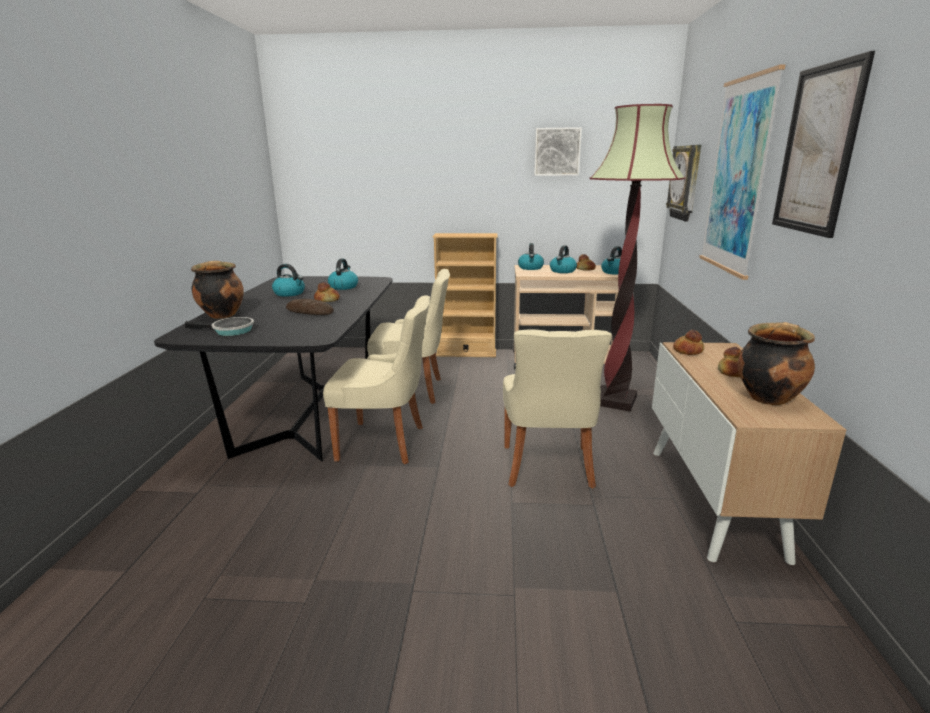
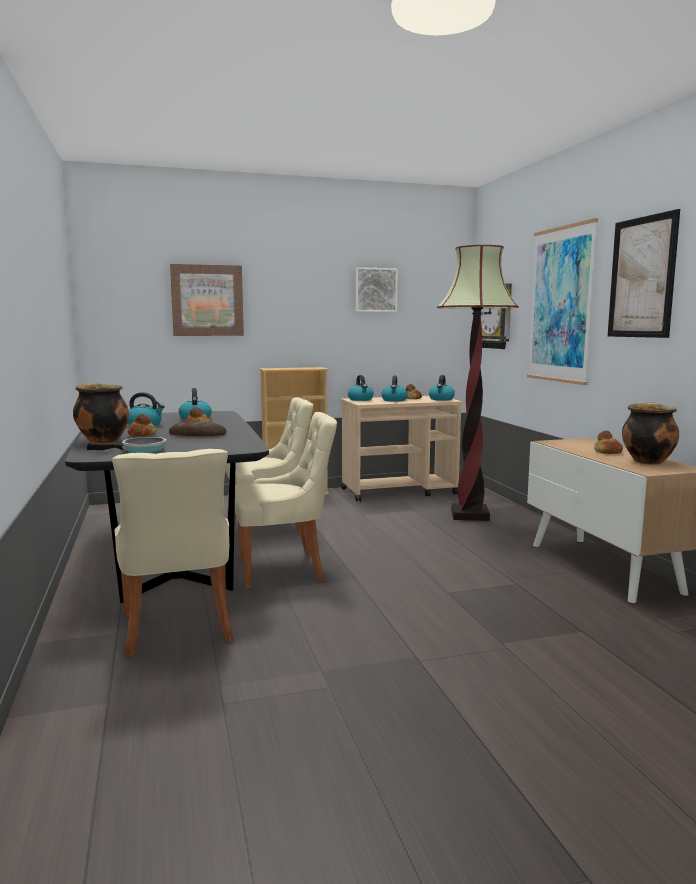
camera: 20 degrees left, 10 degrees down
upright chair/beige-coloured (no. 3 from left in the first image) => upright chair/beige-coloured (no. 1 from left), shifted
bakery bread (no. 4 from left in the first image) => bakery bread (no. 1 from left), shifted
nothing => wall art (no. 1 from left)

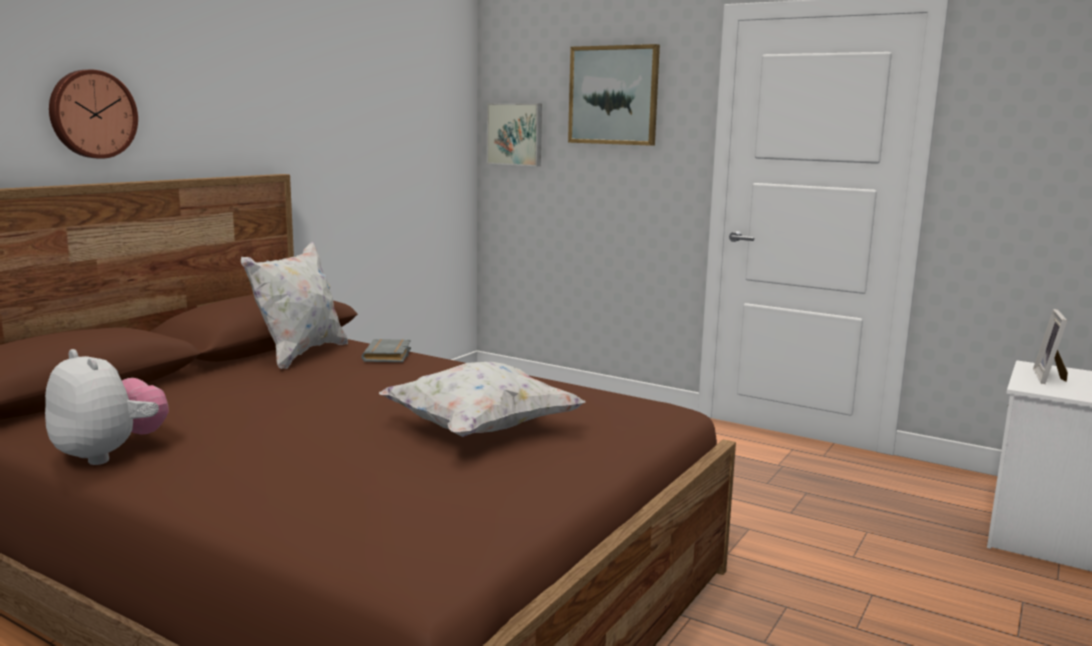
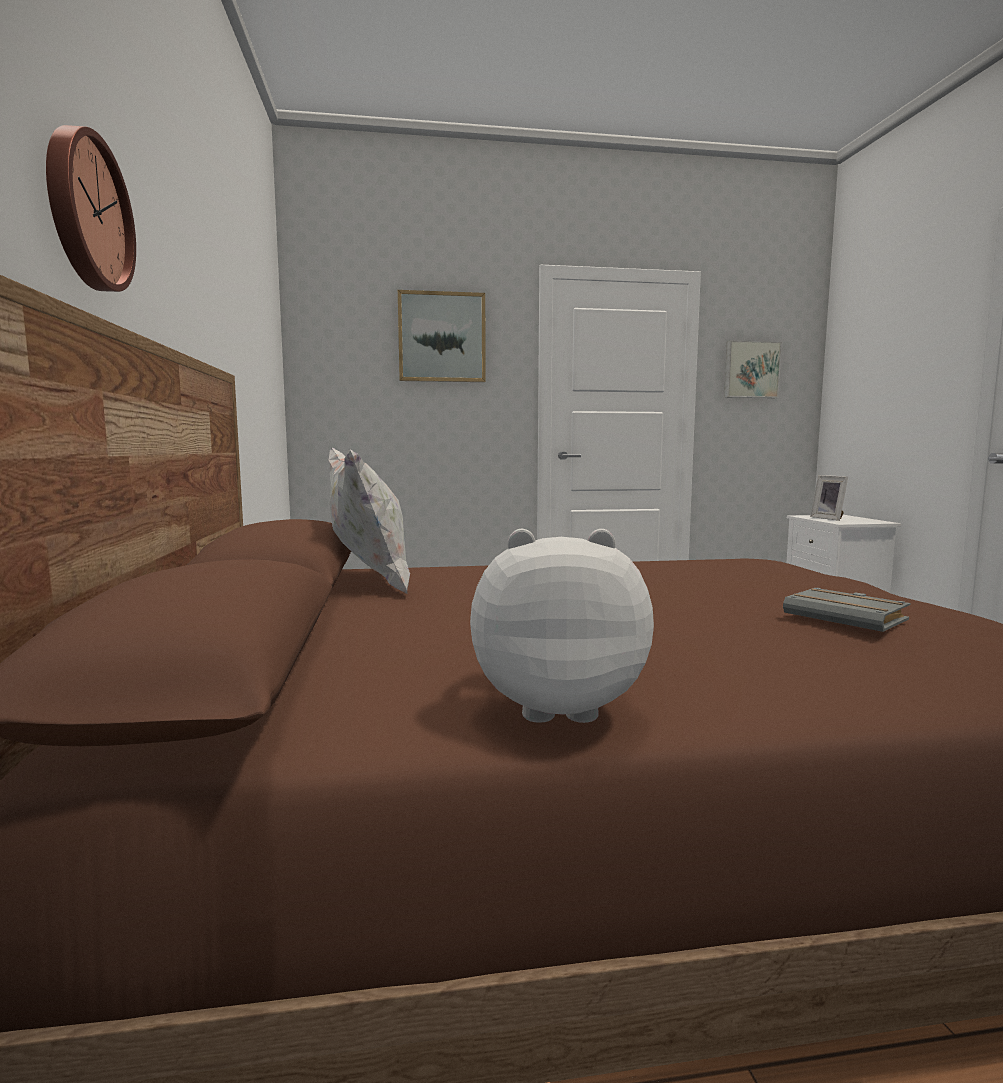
camera: 40 degrees left, 5 degrees down
wall art (no. 1 from left in the first image) => wall art (no. 2 from left), shifted
book/greyish, shifted
pillow/white (no. 2 from left) => nothing

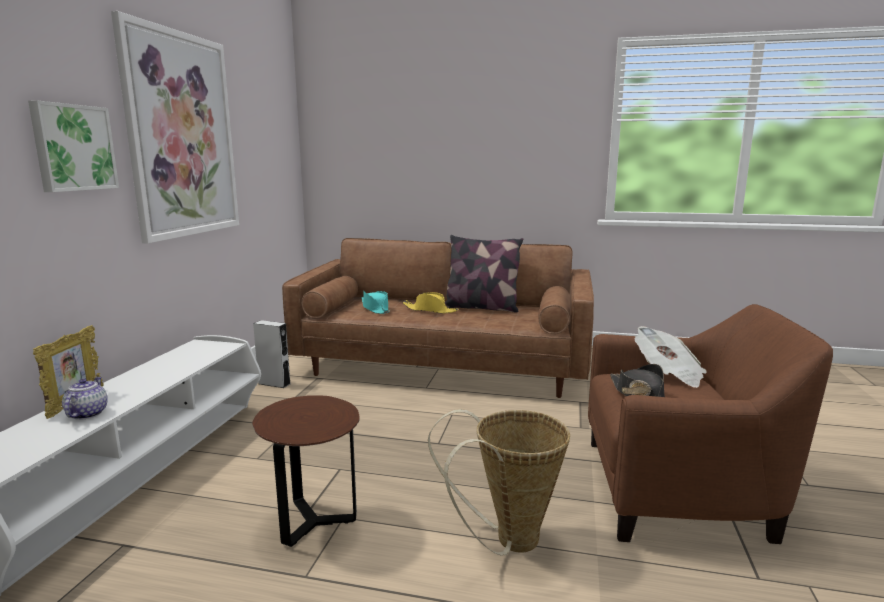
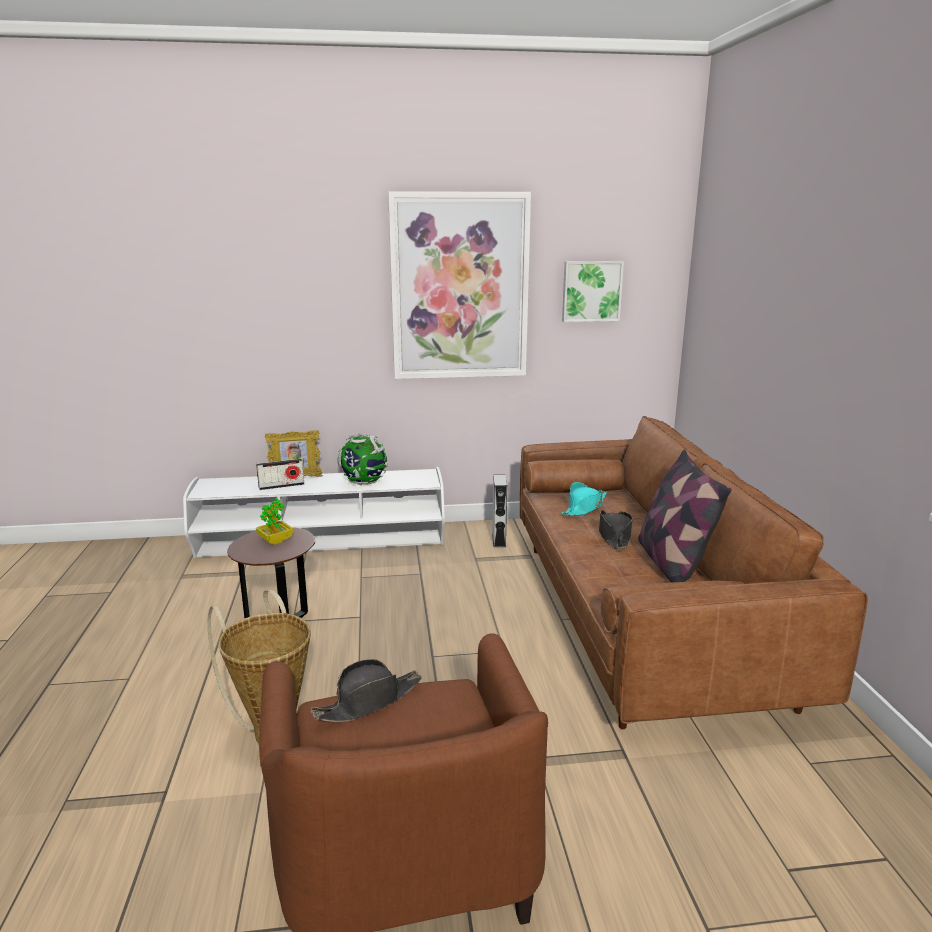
camera: 70 degrees right, 5 degrees up
pot for tea => radio
nothing => potted plant
nothing => world globe
wall art (no. 1 from left in the first image) => wall art (no. 2 from left), shifted
clothing hat/yellowish => clothing hat/black (no. 2 from left)
printed paper => nothing

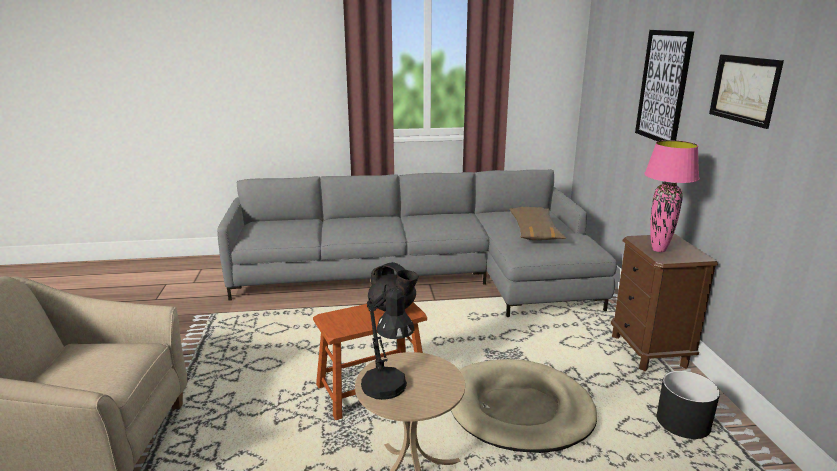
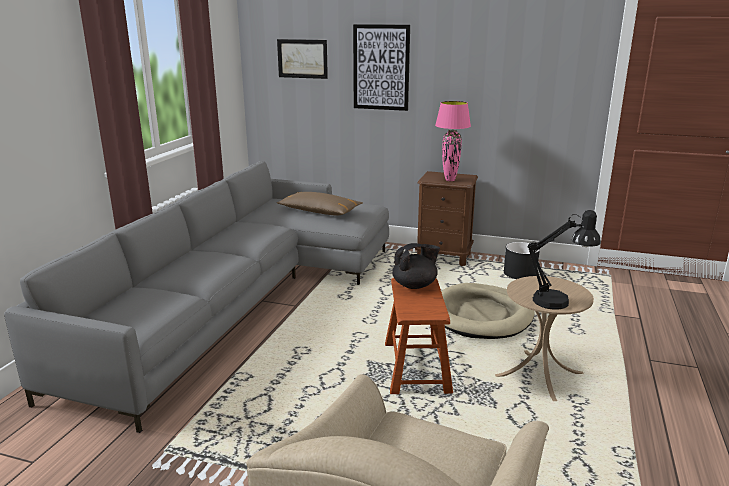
camera: 65 degrees left, 0 degrees up
wall art (no. 2 from left in the first image) => wall art (no. 1 from left), shifted

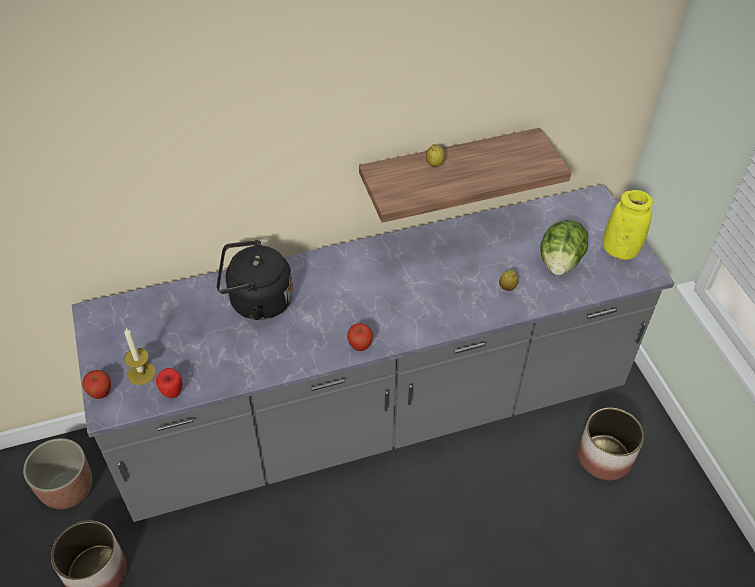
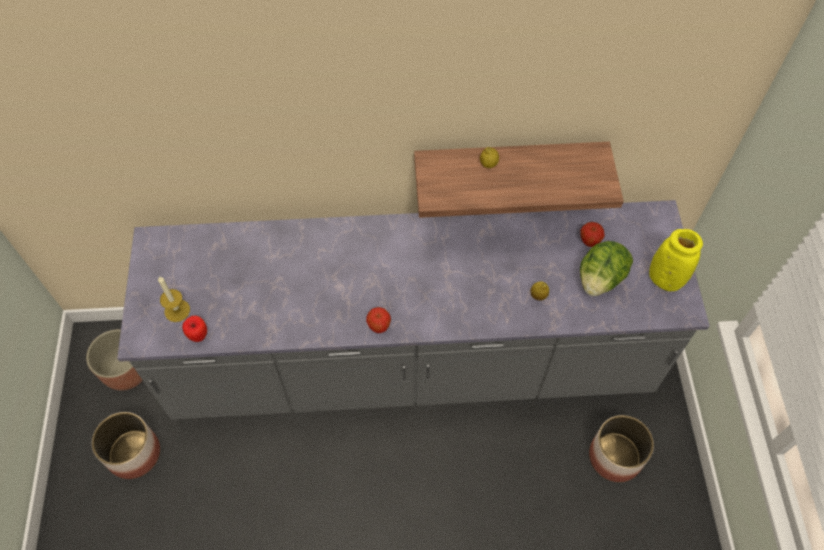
camera: 15 degrees right, 10 degrees up
whole apple (no. 1 from left in the first image) => whole apple (no. 3 from left), shifted
tea kettle/black => nothing

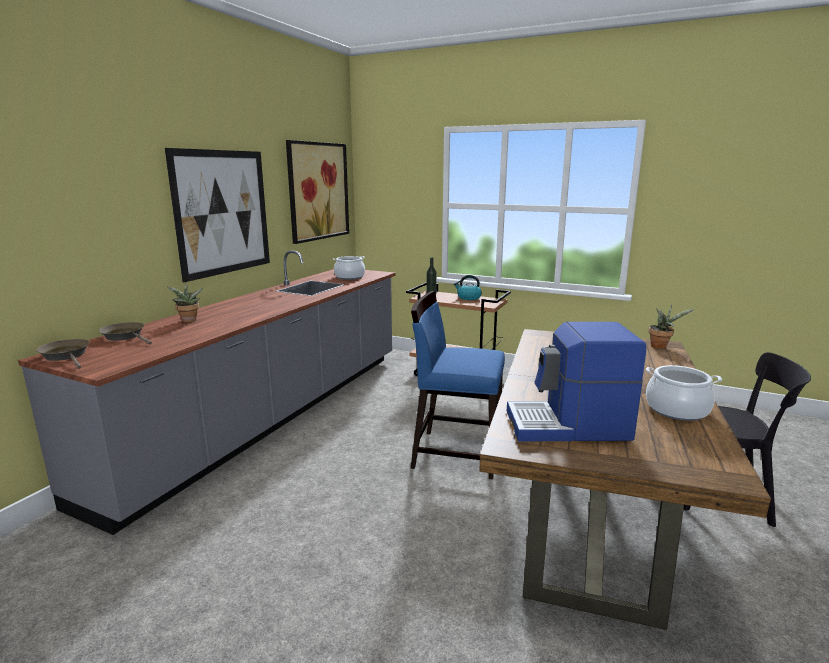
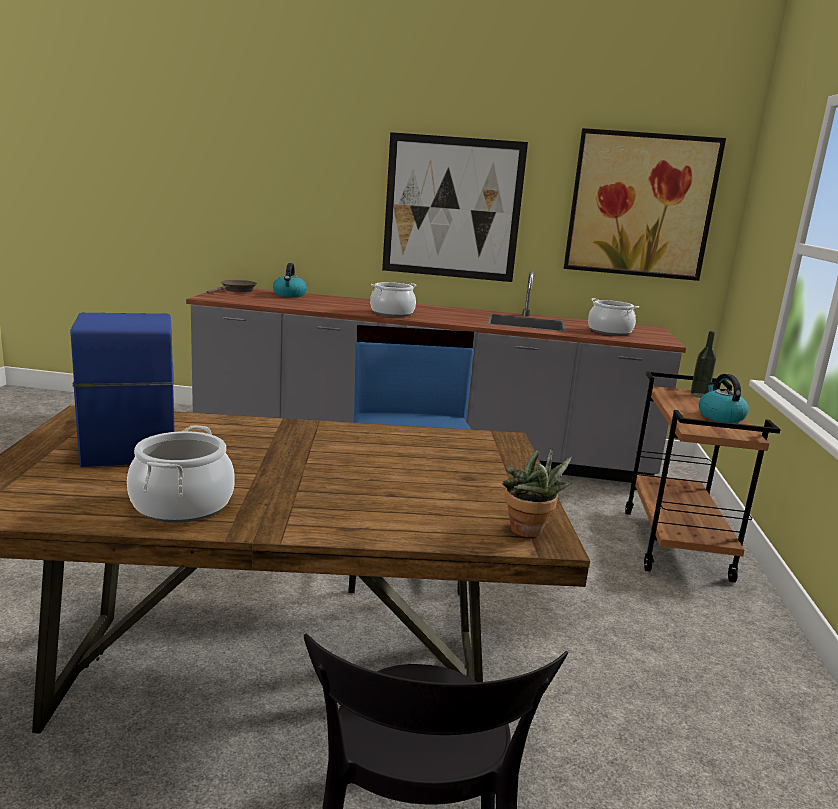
camera: 70 degrees right, 0 degrees up
frying pan/brownish (no. 2 from left) => tea kettle (no. 1 from left)
nothing => cooking pot (no. 2 from left)
potted plant (no. 1 from left) => nothing

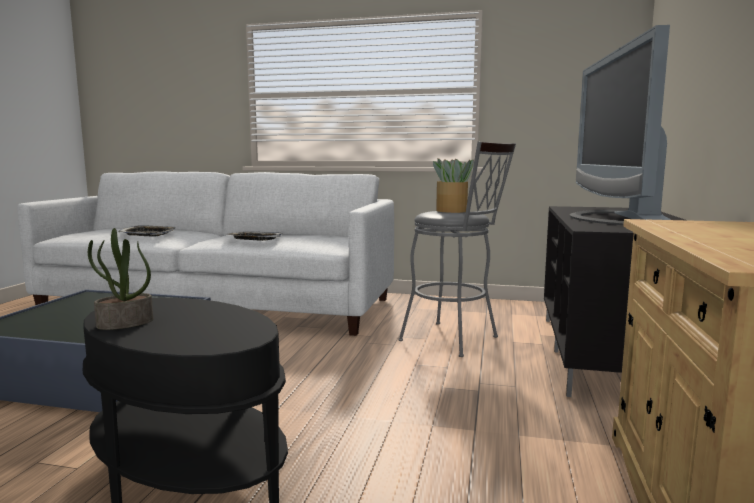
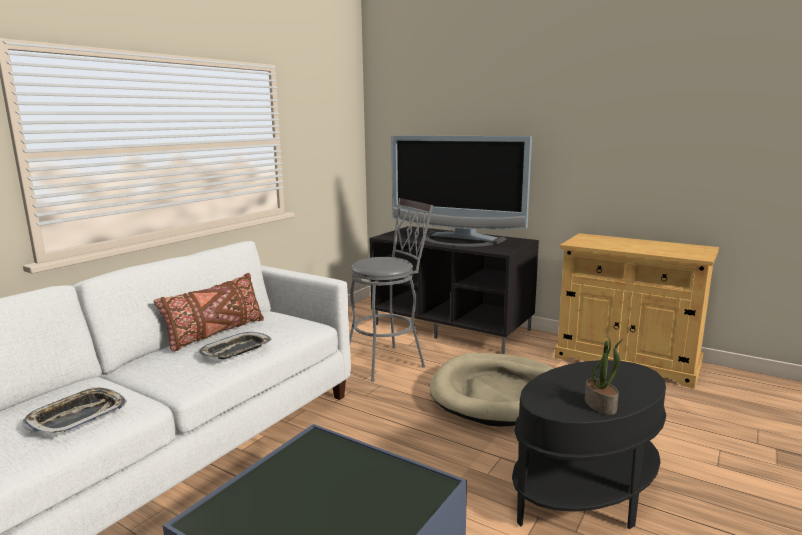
camera: 70 degrees left, 5 degrees up
nothing => pillow/brownish
nothing => pet bed/beige-coloured
potted plant (no. 2 from left) => nothing

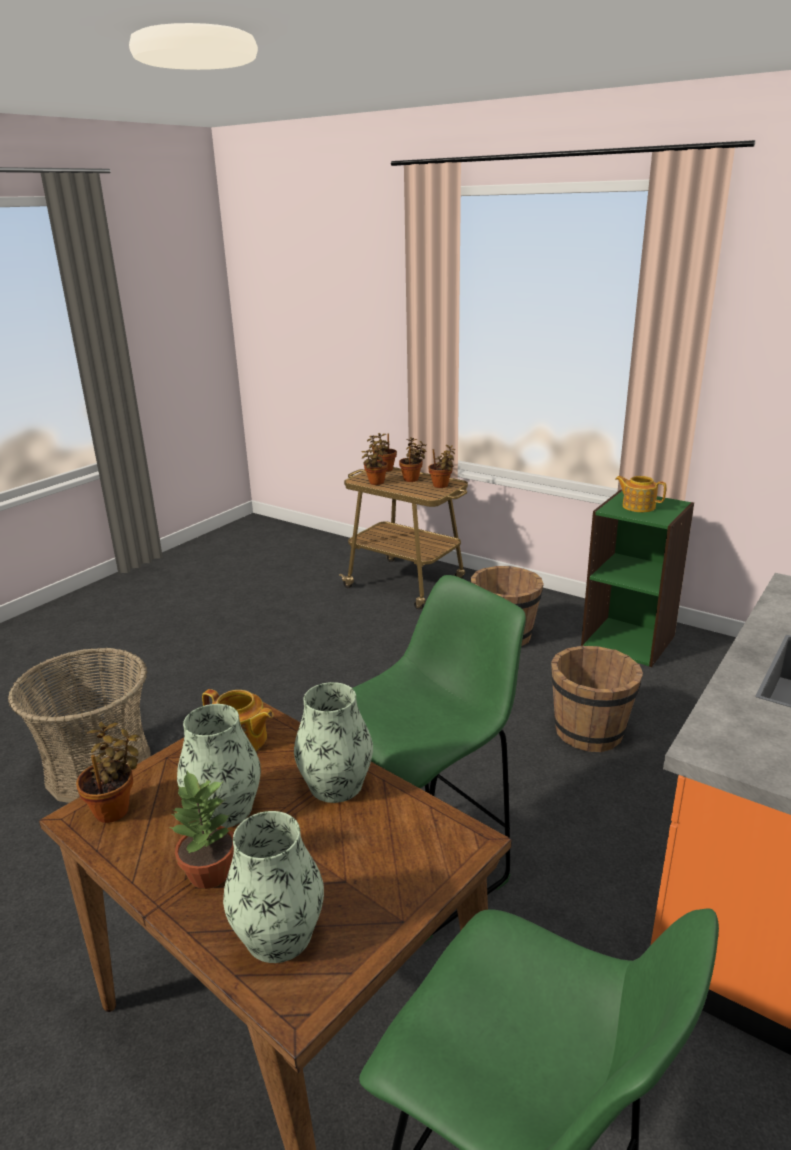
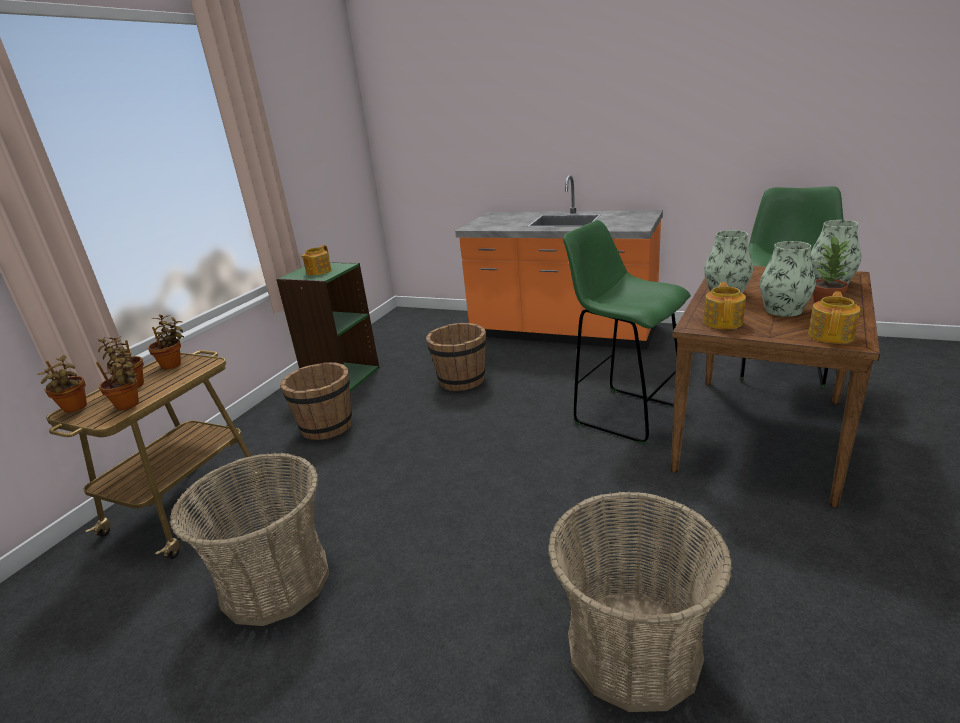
camera: 100 degrees left, 0 degrees up
nothing => household basket (no. 1 from left)
potted plant (no. 1 from left) => pot for tea (no. 3 from left)

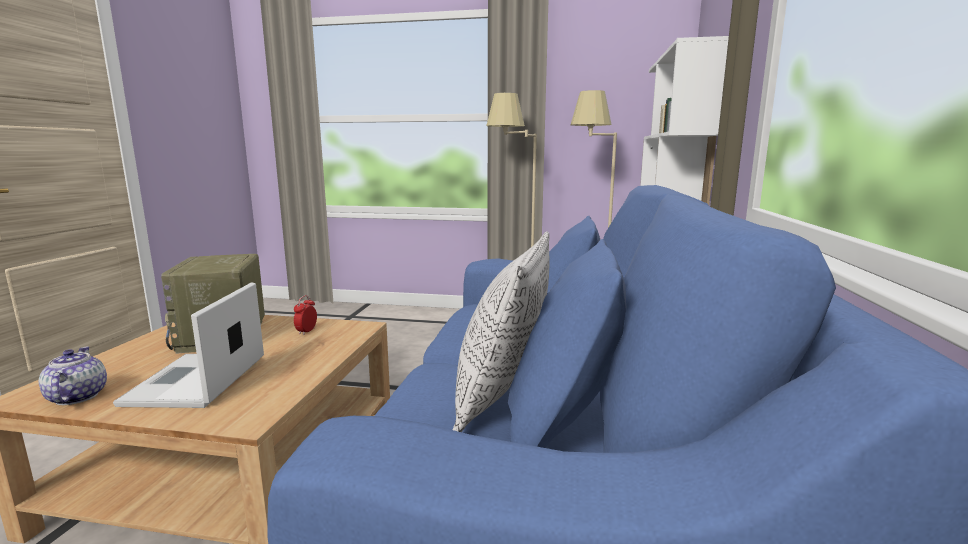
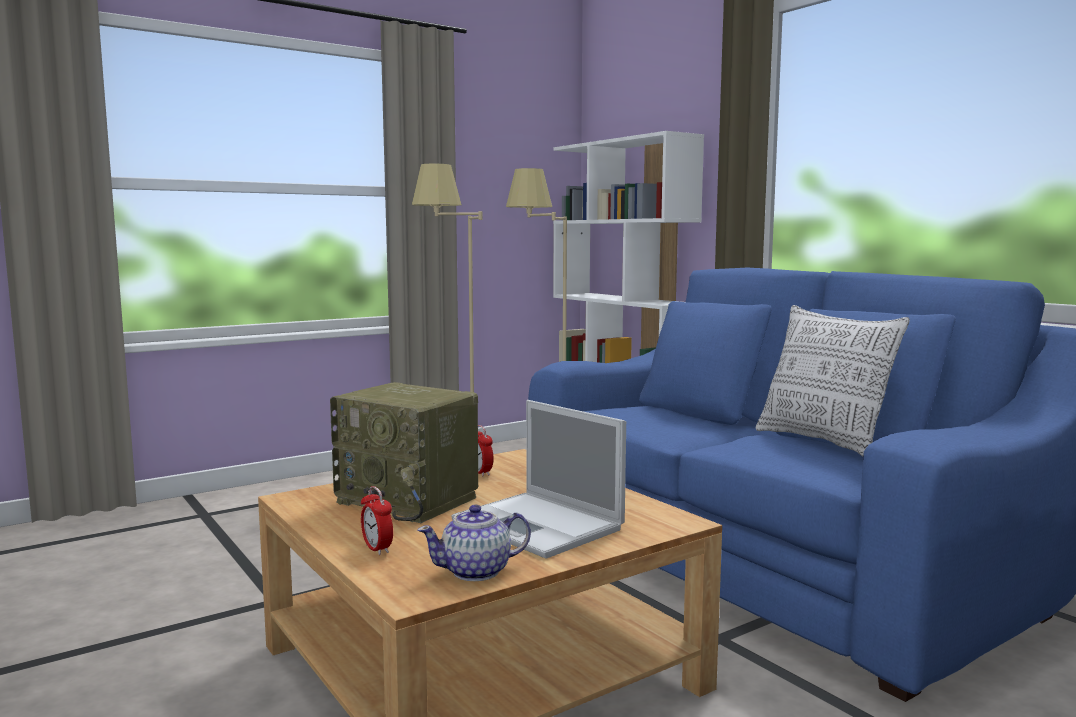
camera: 45 degrees left, 5 degrees down
nothing => alarm clock (no. 1 from left)
pot for tea, 45 degrees counterclockwise

